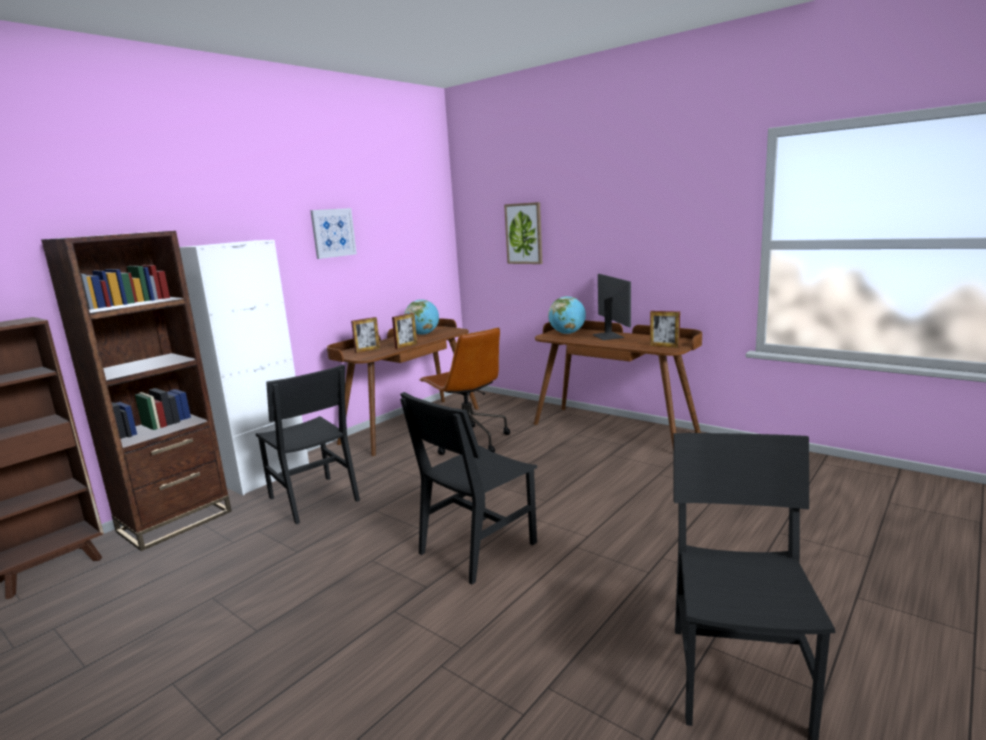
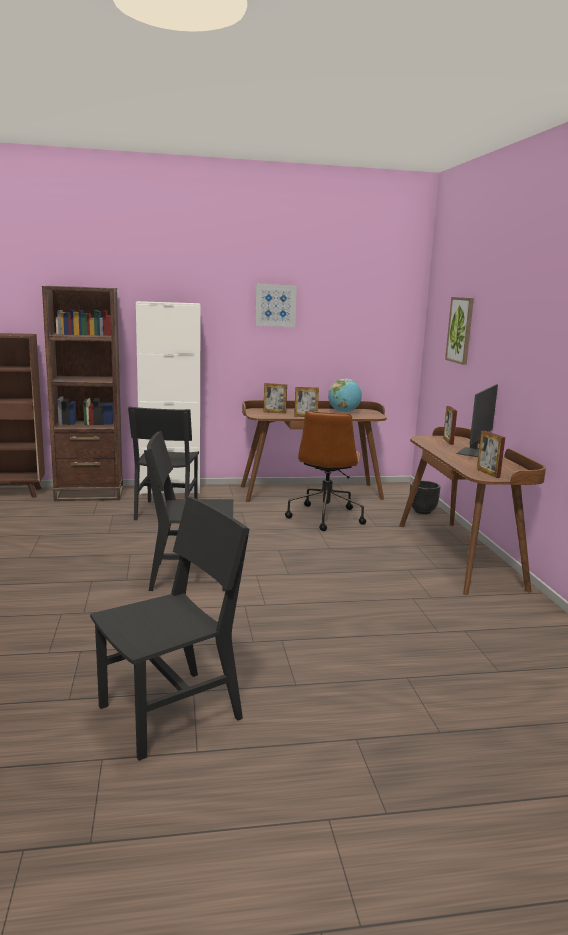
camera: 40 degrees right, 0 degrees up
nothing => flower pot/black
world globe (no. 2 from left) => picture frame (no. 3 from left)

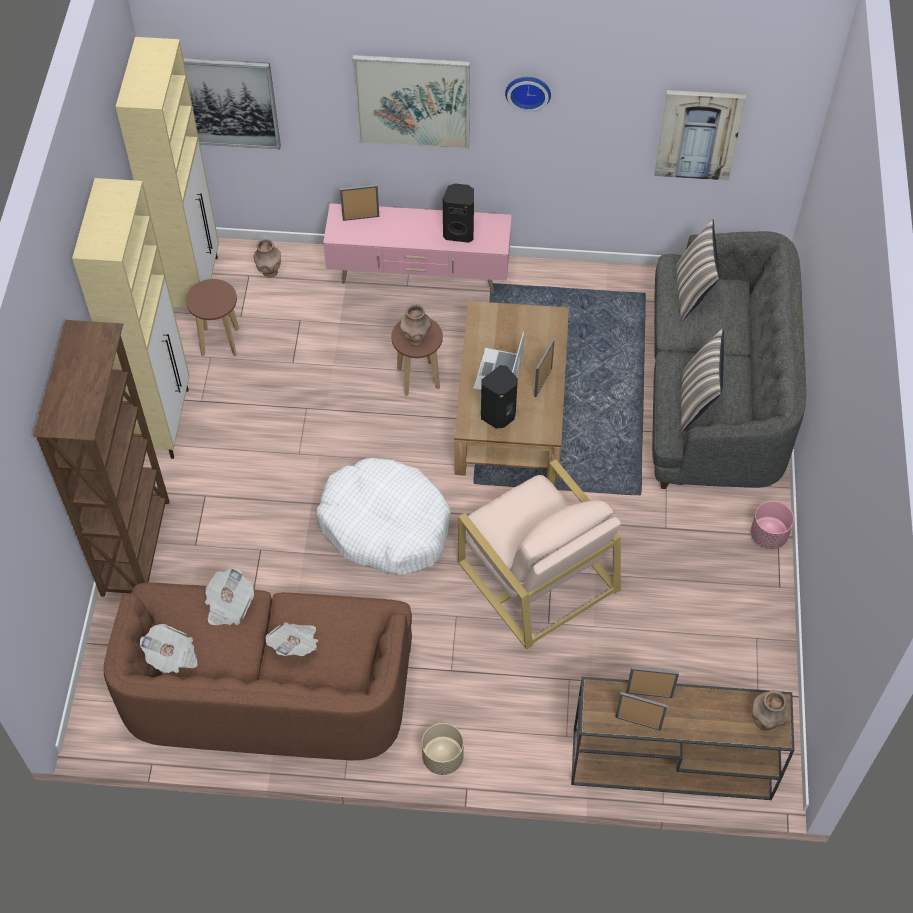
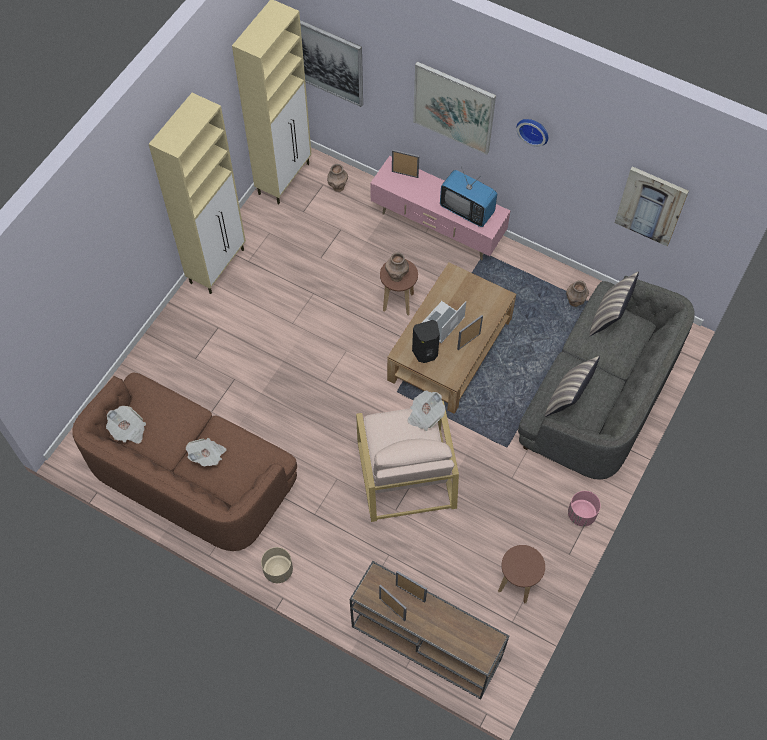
camera: 25 degrees right, 5 degrees up
printed paper (no. 2 from left in the first image) => printed paper (no. 3 from left), shifted
loudspeaker/black (no. 1 from left) => TV set
stool/brownish (no. 1 from left in the first image) => stool/brownish (no. 2 from left), shifted
decorative vase/brownish (no. 3 from left), shifted
shelving unit/brownish => nothing
pet bed/white => nothing

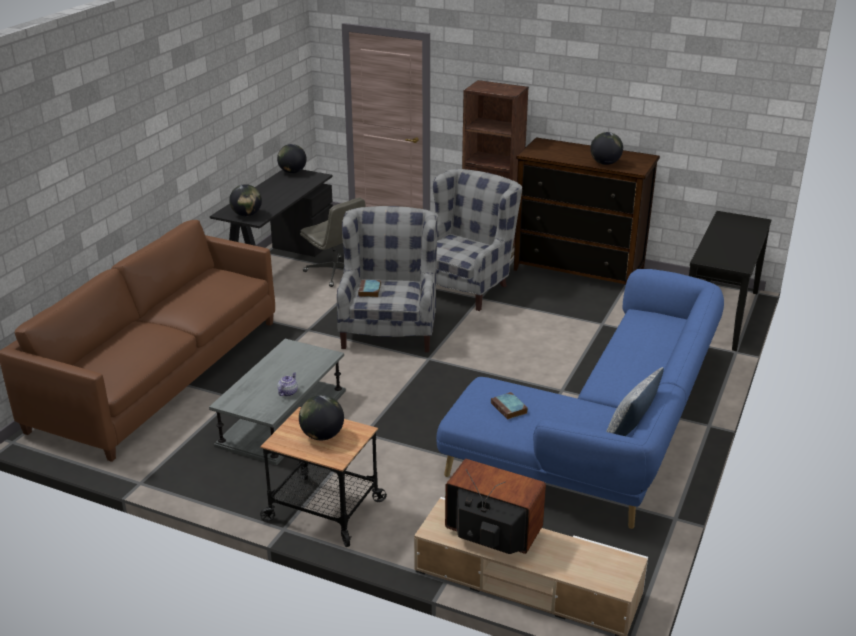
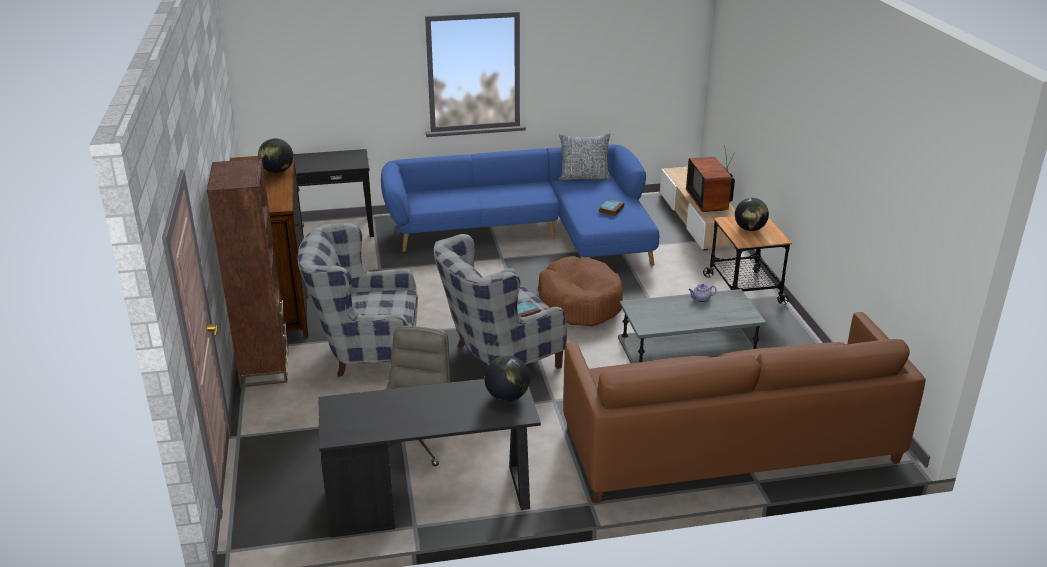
camera: 125 degrees left, 0 degrees up
nothing => pet bed/brownish
world globe (no. 2 from left) => nothing

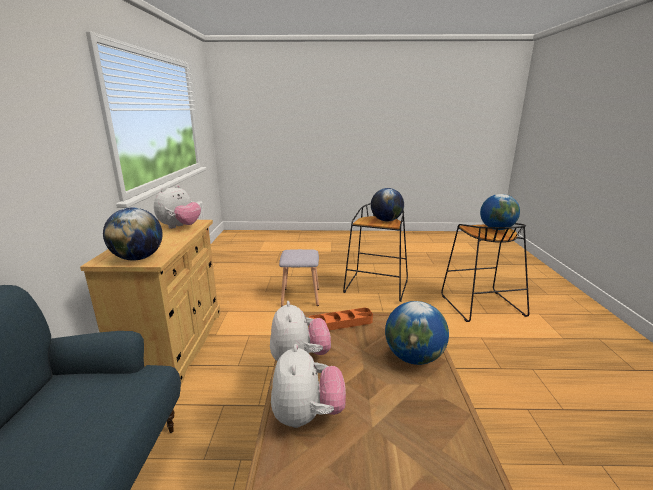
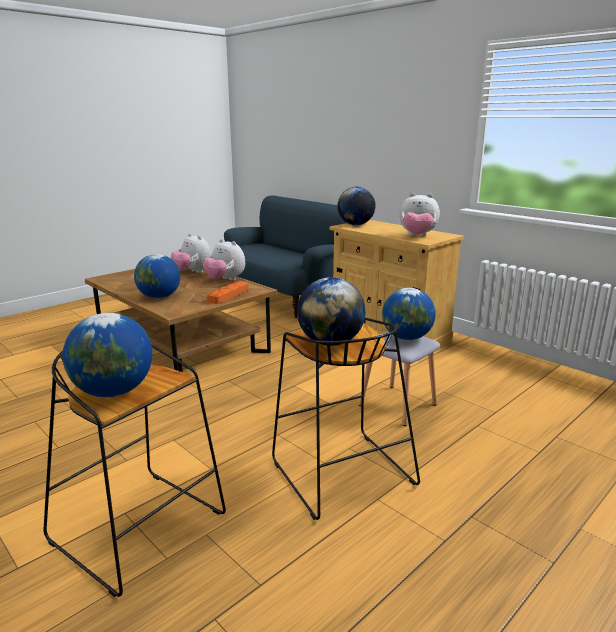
camera: 135 degrees right, 0 degrees up
nothing => world globe (no. 5 from left)
cuddly toy (no. 1 from left in the first image) => cuddly toy (no. 3 from left), 60 degrees counterclockwise

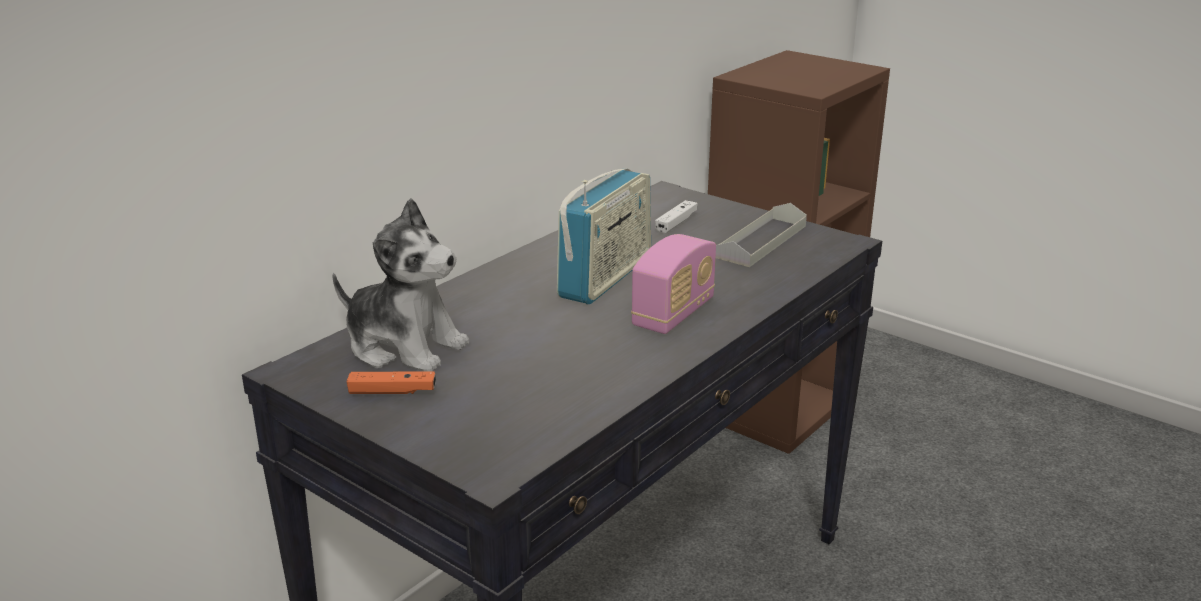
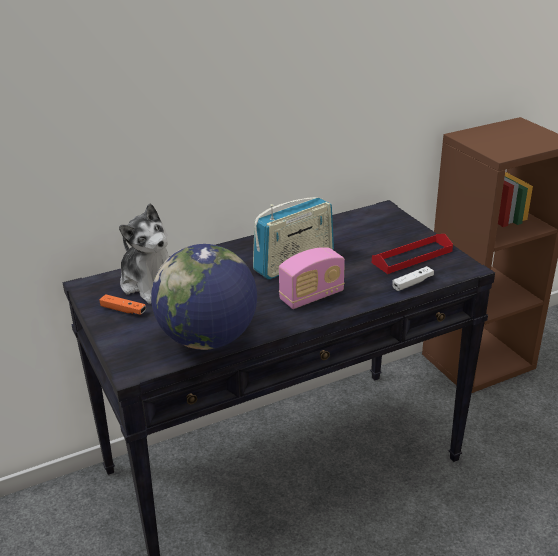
camera: 25 degrees right, 5 degrees up
nothing => world globe
serving tray/greyish => serving tray/reddish
game controller/white, shifted

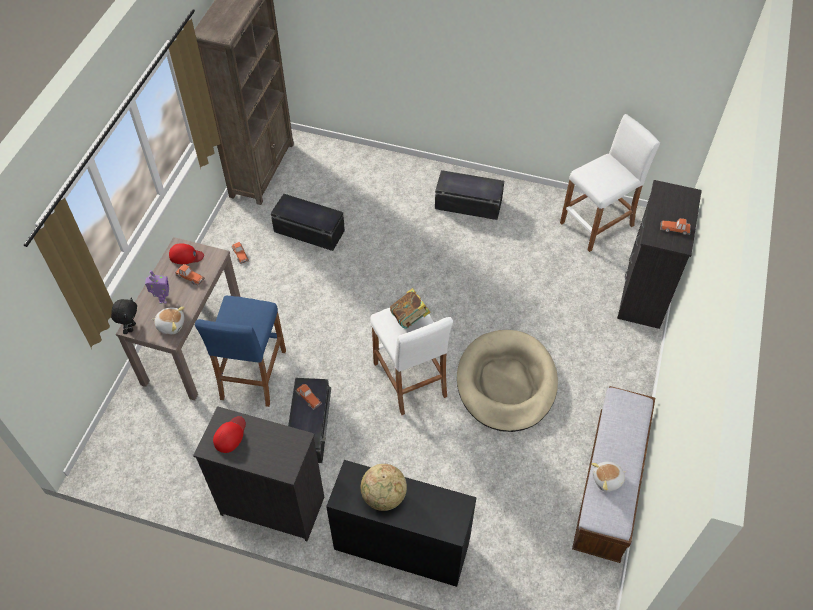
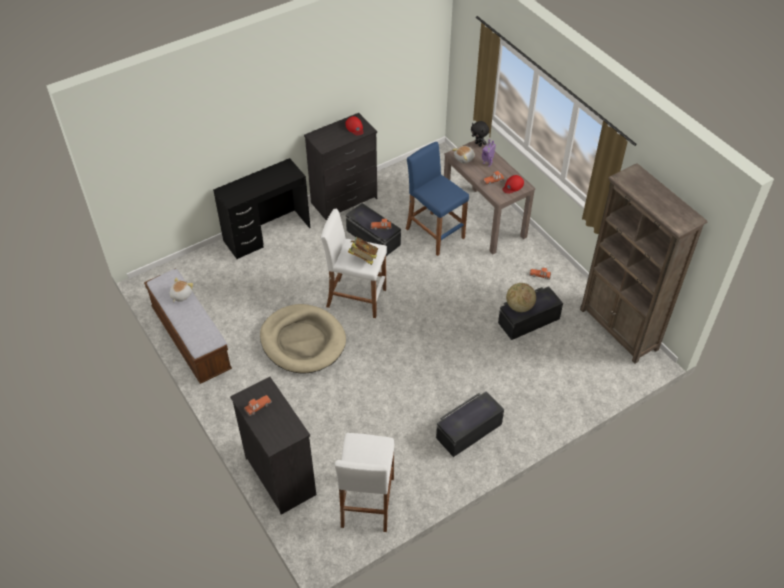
camera: 130 degrees right, 5 degrees down
world globe, shifted

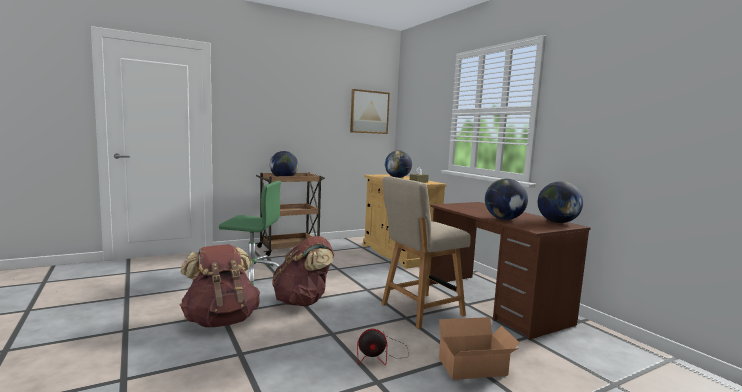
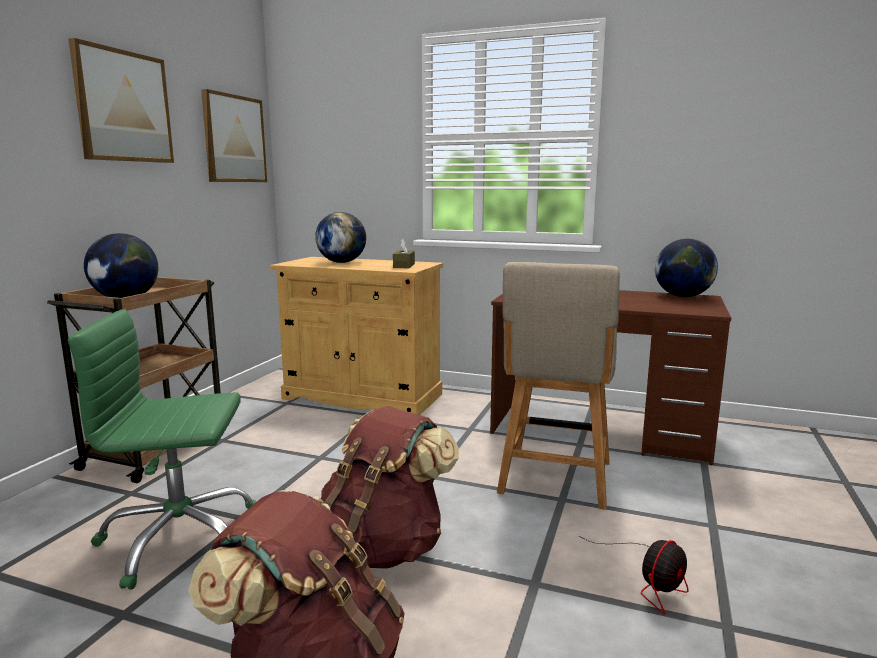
camera: 40 degrees left, 5 degrees up
nothing => wall art (no. 1 from left)
office chair/greenish, 150 degrees counterclockwise
carton => nothing
world globe (no. 3 from left) => nothing

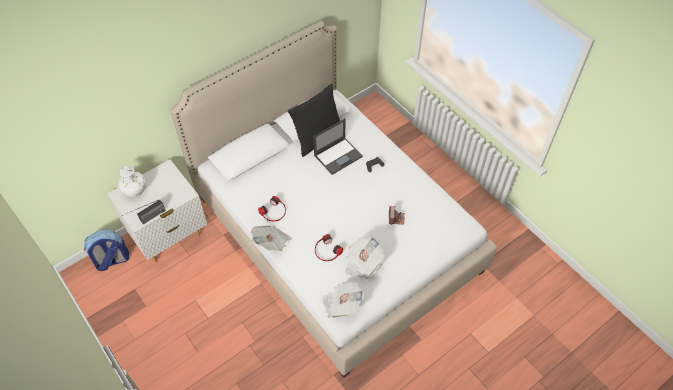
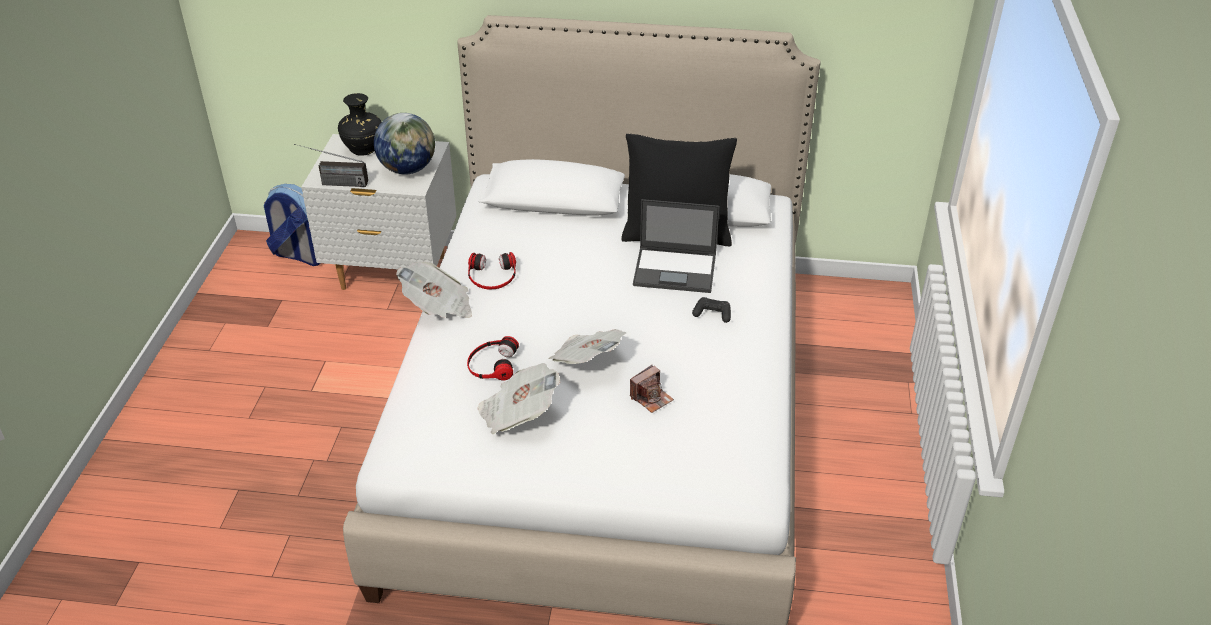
camera: 45 degrees right, 15 degrees down
decorative vase/white => decorative vase/black
nothing => world globe
printed paper (no. 2 from left in the first image) => printed paper (no. 3 from left), shifted

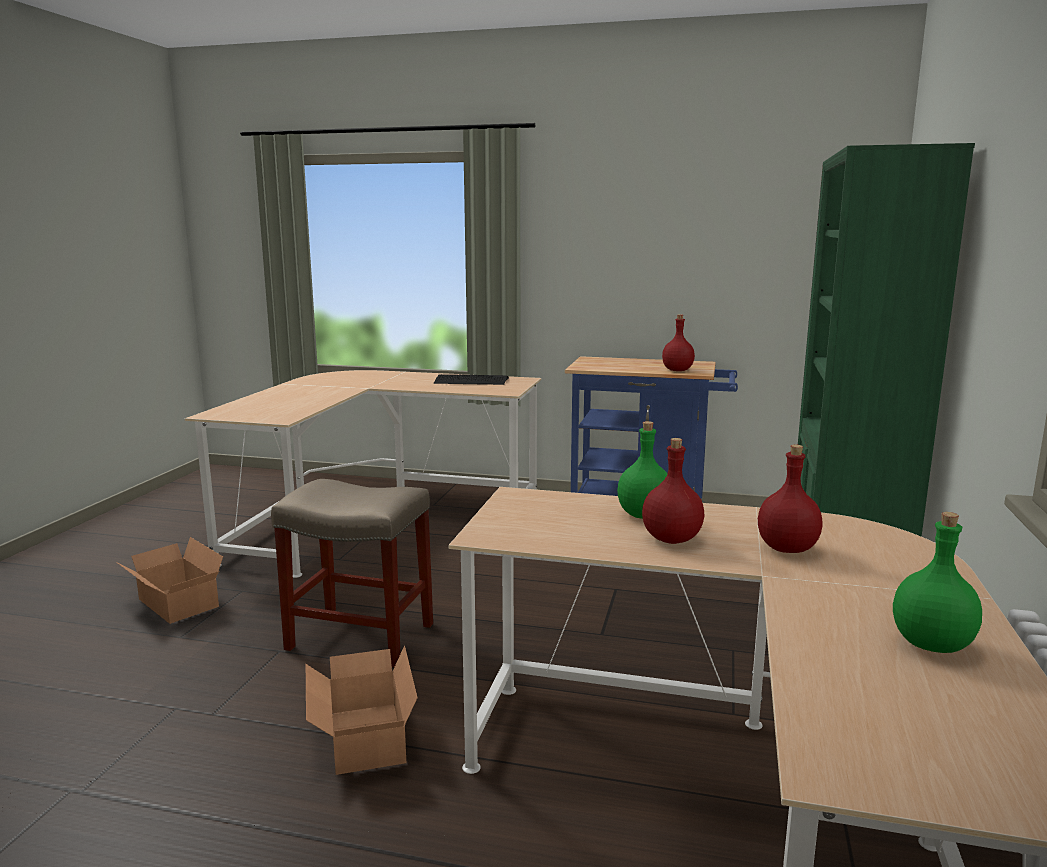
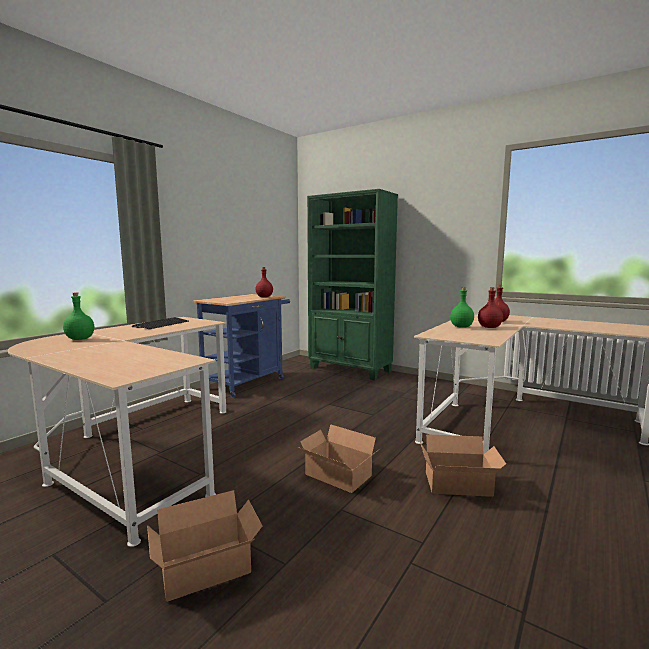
camera: 70 degrees left, 5 degrees down
drink bottle/greenish (no. 2 from left in the first image) => drink bottle/greenish (no. 1 from left), shifted
stool/beige-coloured => carton (no. 2 from left)

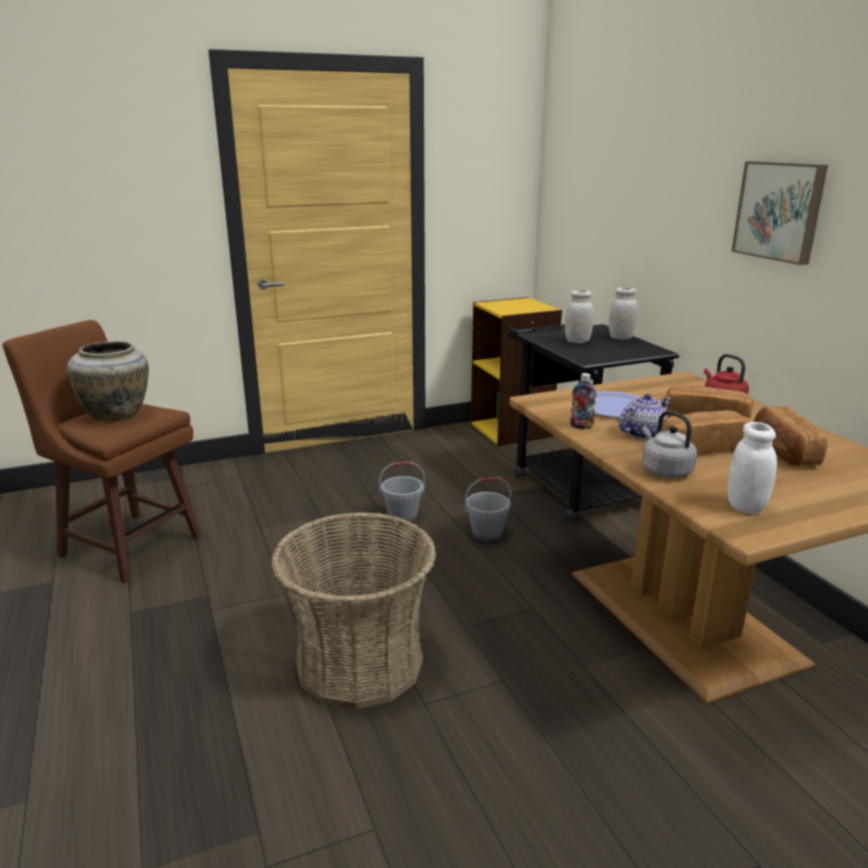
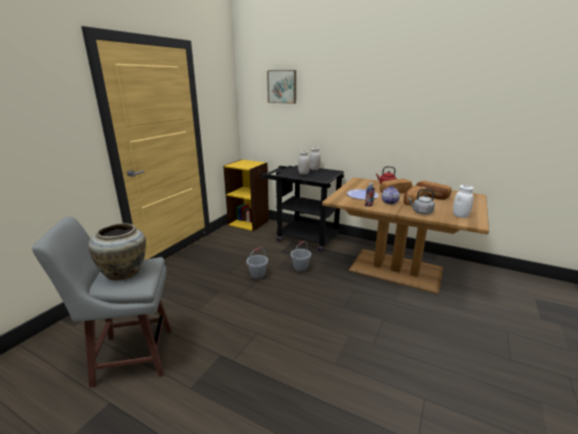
camera: 40 degrees left, 0 degrees up
stool/brownish => stool/greyish
wall art, shifted
household basket => nothing

